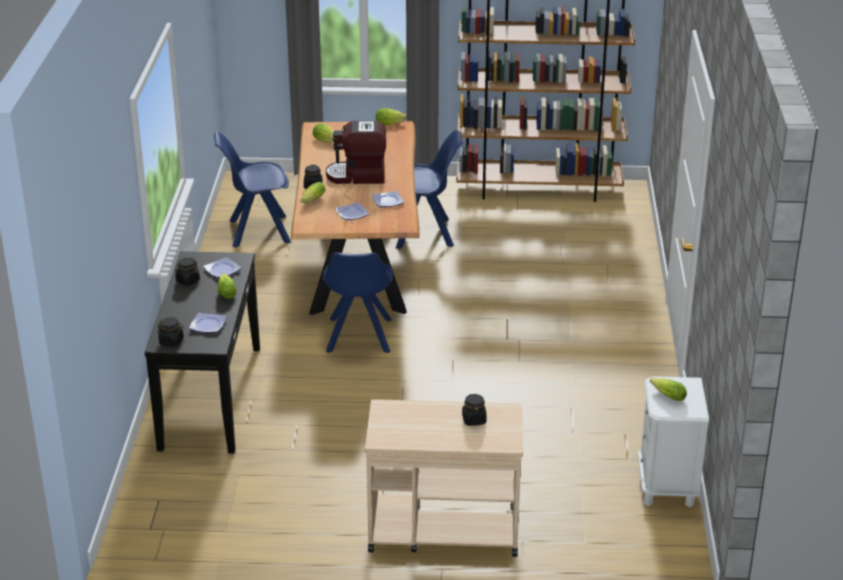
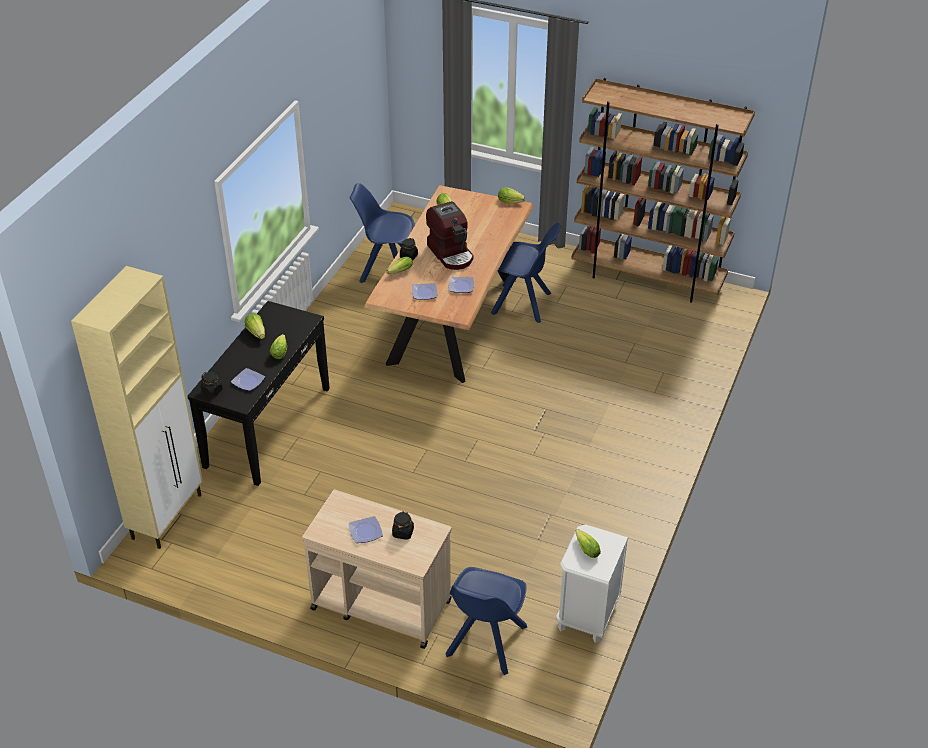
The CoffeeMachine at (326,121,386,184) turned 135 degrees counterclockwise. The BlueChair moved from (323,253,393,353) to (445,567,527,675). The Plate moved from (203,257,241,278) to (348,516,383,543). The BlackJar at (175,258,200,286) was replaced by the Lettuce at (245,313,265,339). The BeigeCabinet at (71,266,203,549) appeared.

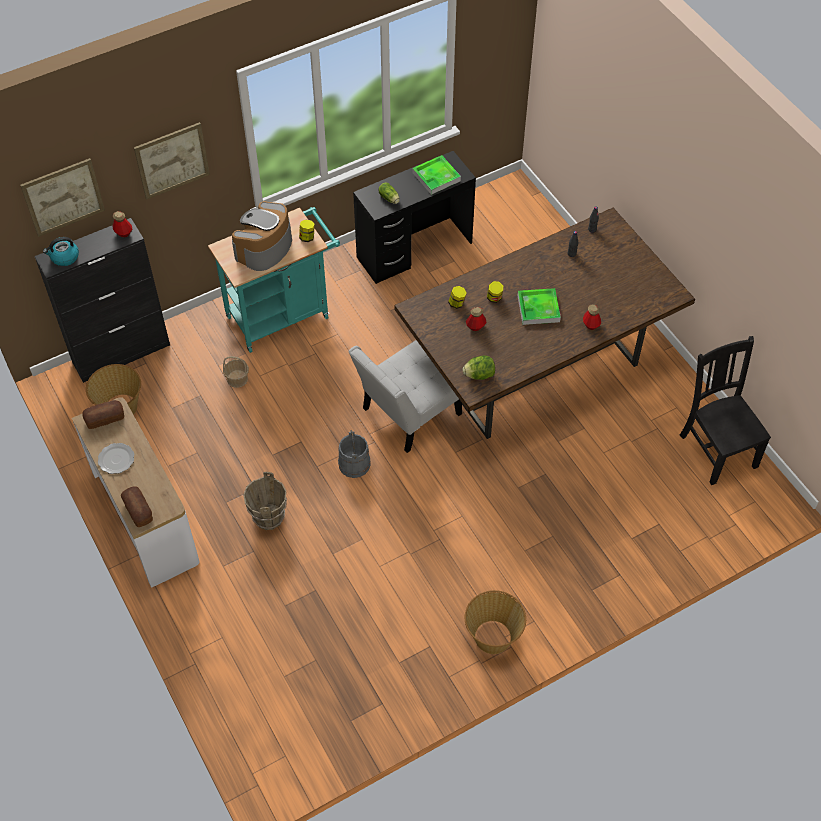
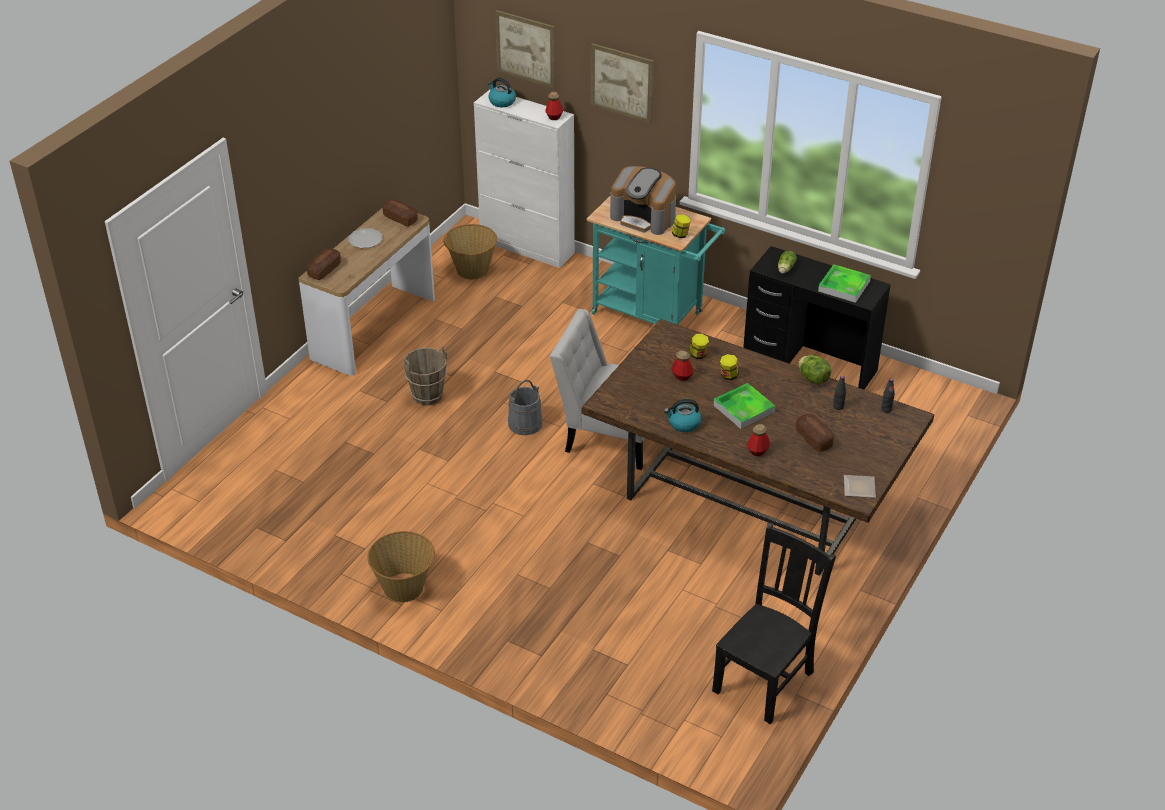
The CoffeeMachine at (232,201,292,271) turned 150 degrees counterclockwise. The BlackCabinet at (34,218,170,383) became the WhiteCabinet at (474,90,575,268). The Lettuce moved from (463,355,495,380) to (798,355,831,385). The Basket at (223,356,249,388) disappeared. The Kettle at (664,399,701,432) appeared. The Bread at (796,414,834,452) appeared. The Plate at (844,475,876,498) appeared.

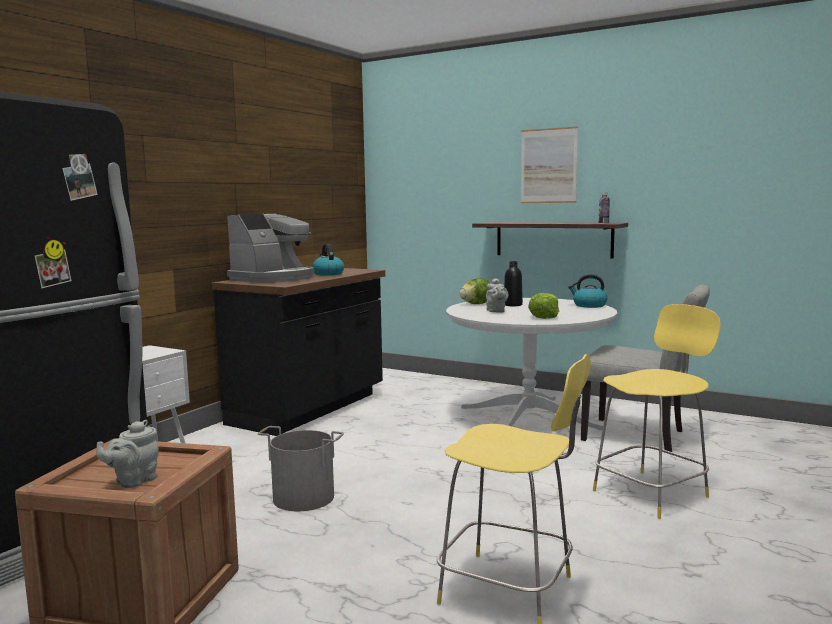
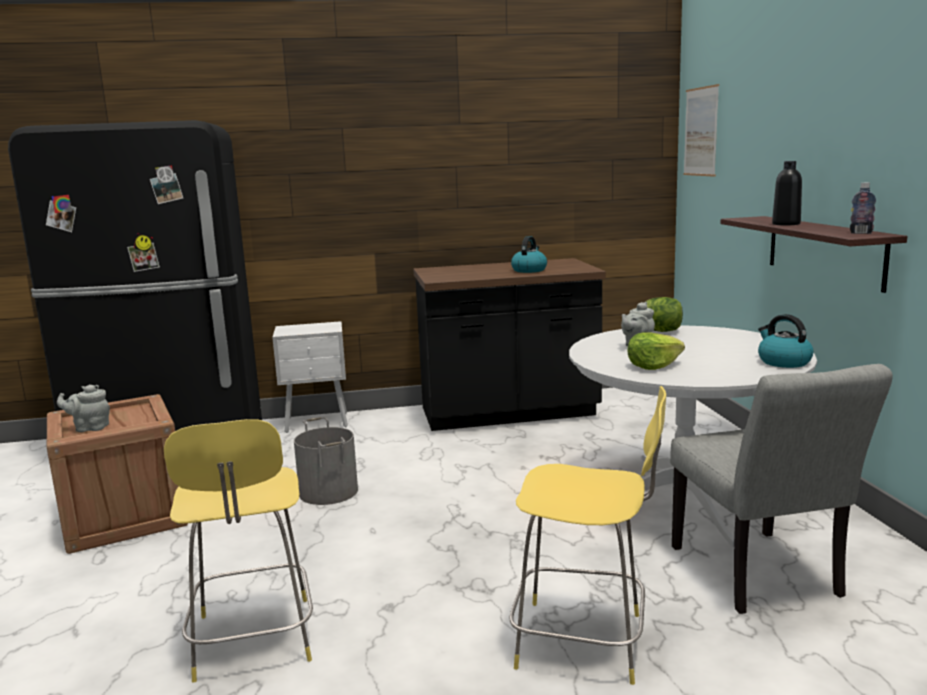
The Picture moved from (521,126,578,203) to (683,84,719,177). The CoffeeMachine at (227,214,314,282) disappeared. The BlackBottle moved from (504,261,523,306) to (772,161,802,225).

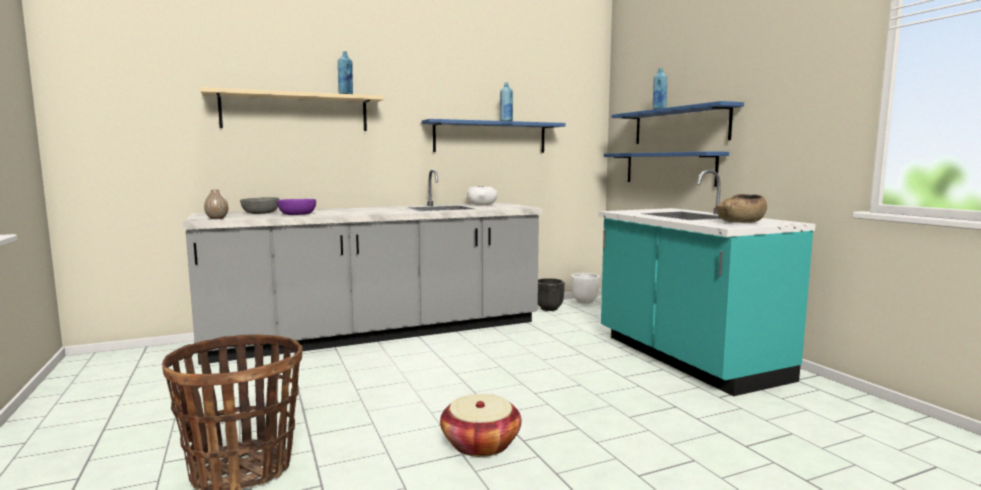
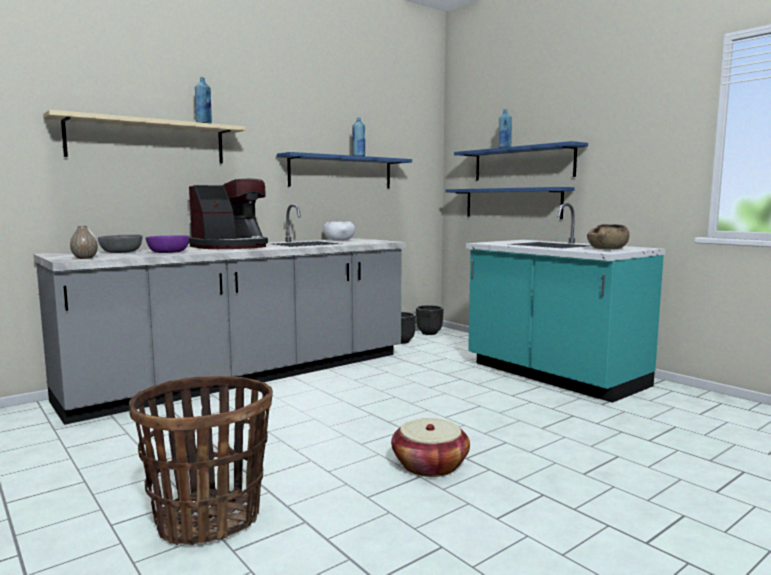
The WhitePlanter at (571,273,600,304) became the BlackPlanter at (416,305,443,335). The CoffeeMachine at (189,179,268,249) appeared.

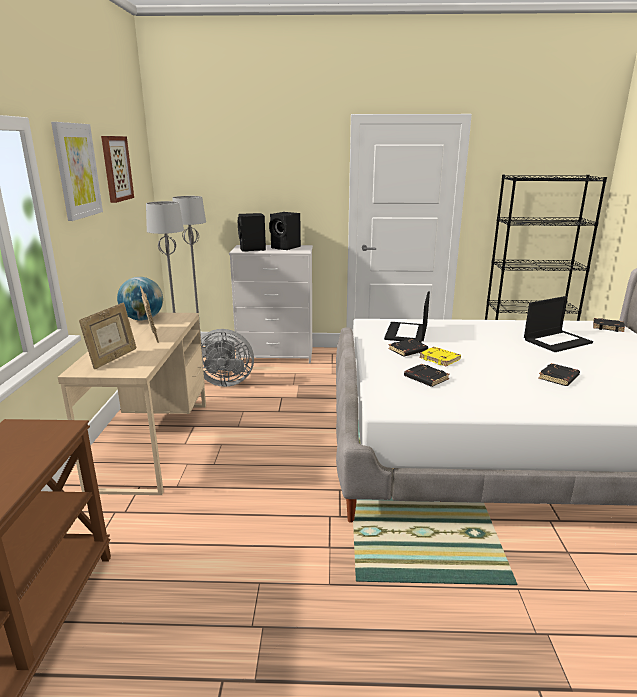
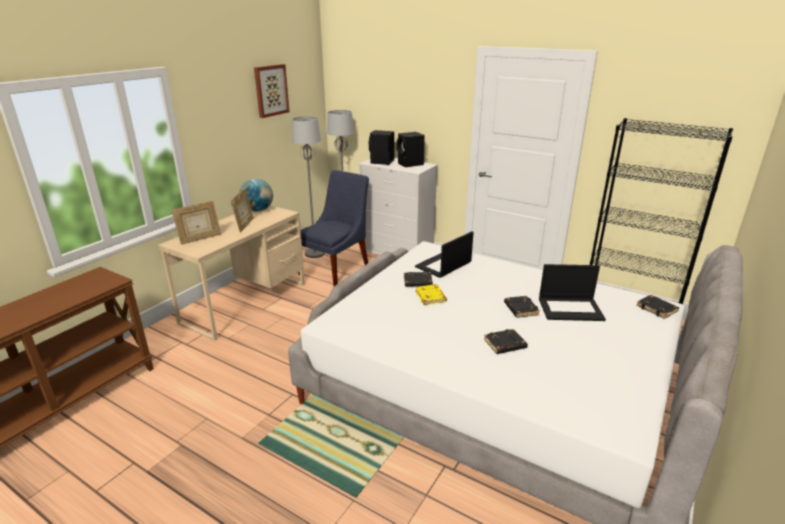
The Picture at (51,122,103,221) disappeared. The GreyFan at (201,329,254,387) was replaced by the BlueChair at (299,170,369,286). The BlackBook moved from (404,364,450,387) to (504,296,540,318).

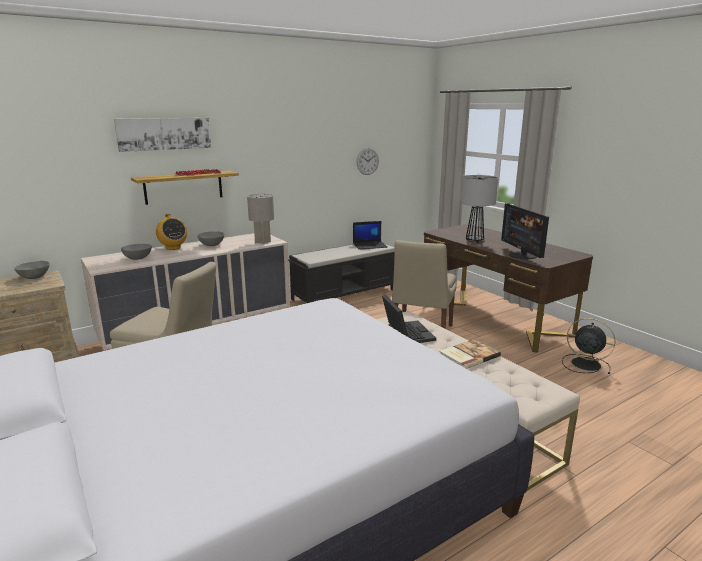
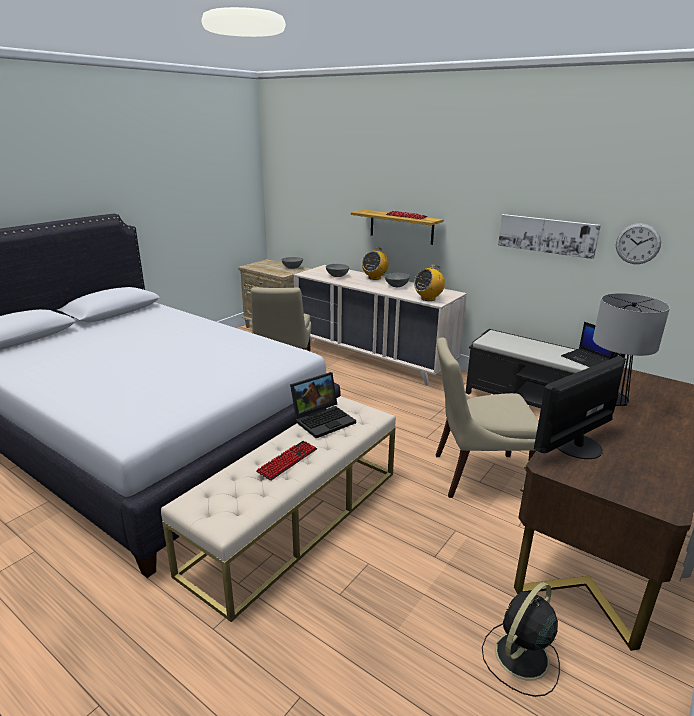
The Picture moved from (114,118,211,152) to (498,214,601,259). The GreyTableLamp at (247,194,274,244) was replaced by the Radio at (414,265,445,301). The BlackFan at (562,318,615,374) turned 150 degrees counterclockwise. The Book at (440,339,501,369) was replaced by the Keyboard at (256,441,317,481).

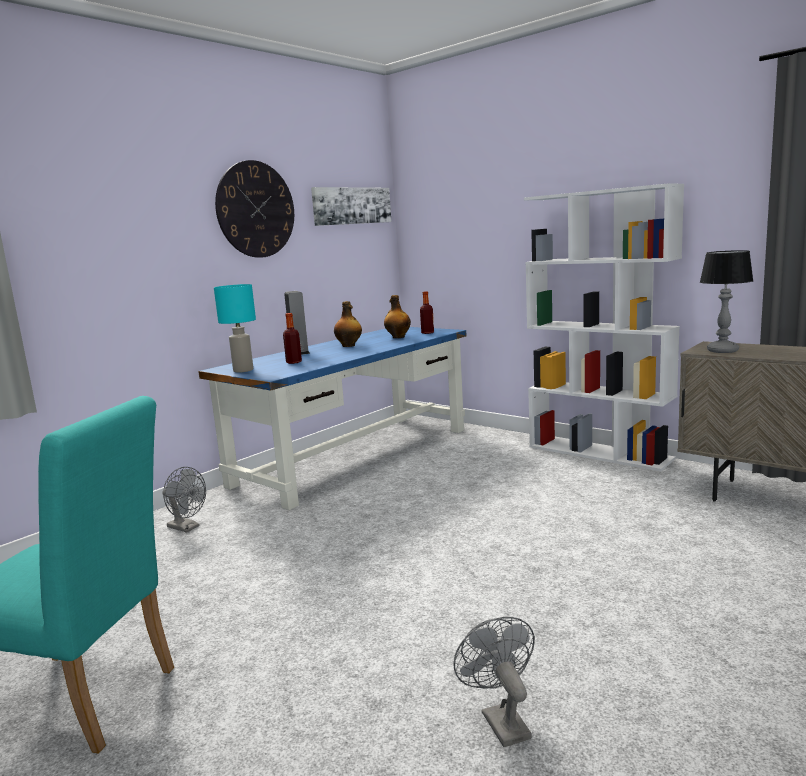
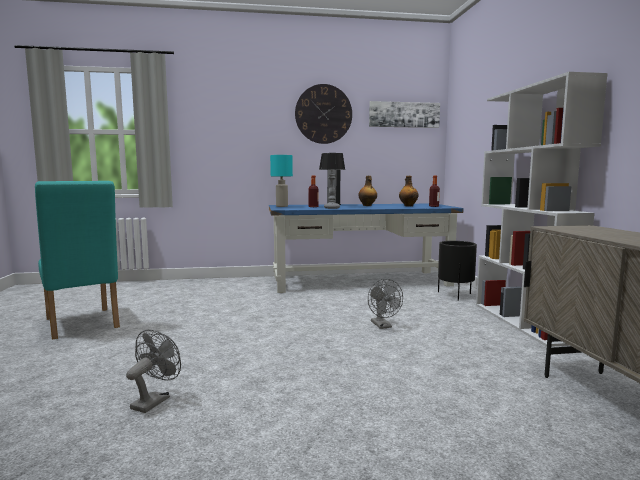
The TableLamp moved from (700,250,754,353) to (319,153,345,209). The GreyFan moved from (162,467,206,533) to (368,279,403,329). The BlackPlanter at (438,241,477,301) appeared.

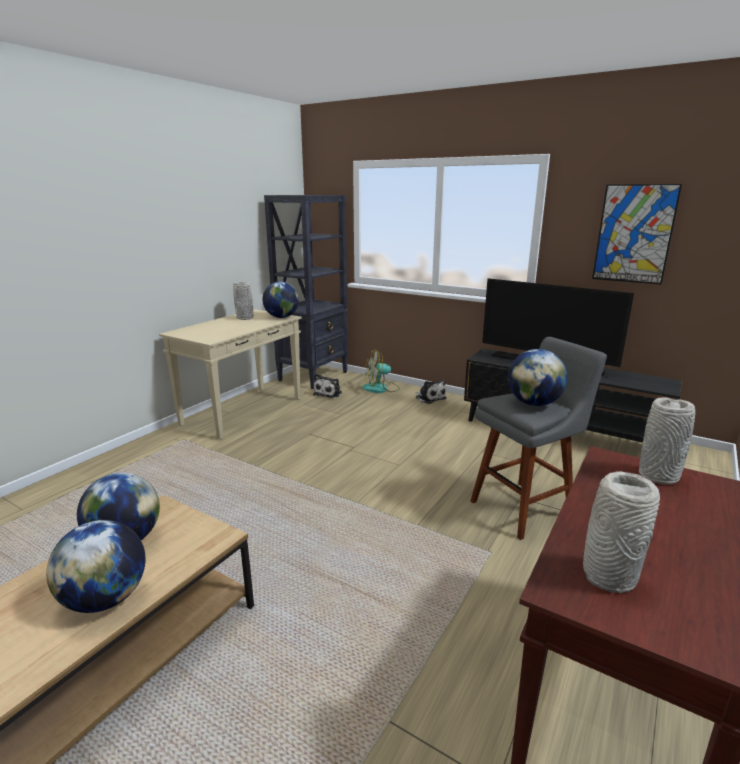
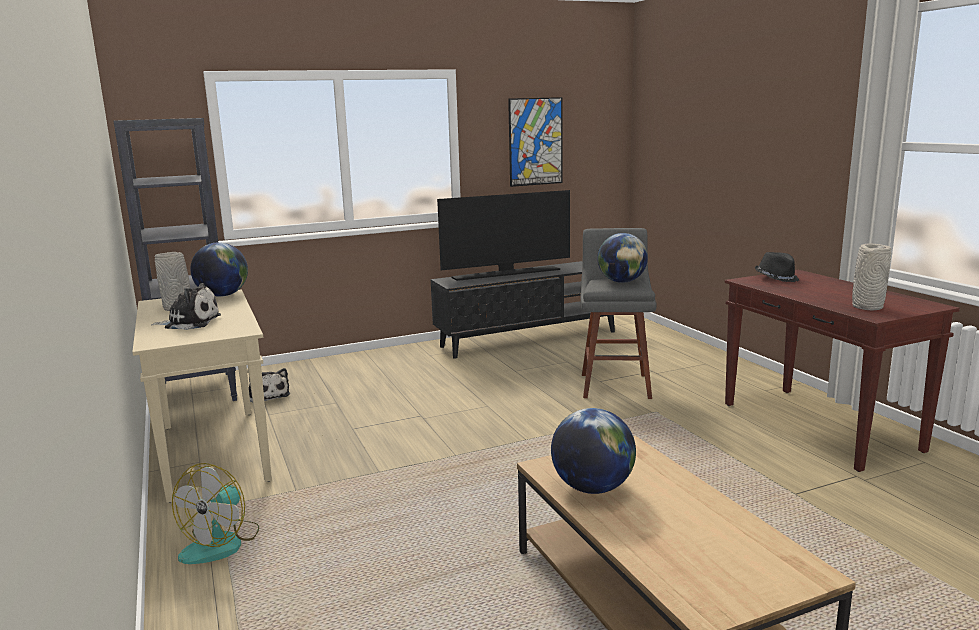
The Fan moved from (362,349,400,393) to (172,463,259,564). The PlushToy moved from (415,379,446,404) to (151,283,221,330). The GreyVase at (639,397,695,485) was replaced by the BlackHat at (755,252,799,282). The Globe at (46,520,146,613) disappeared.

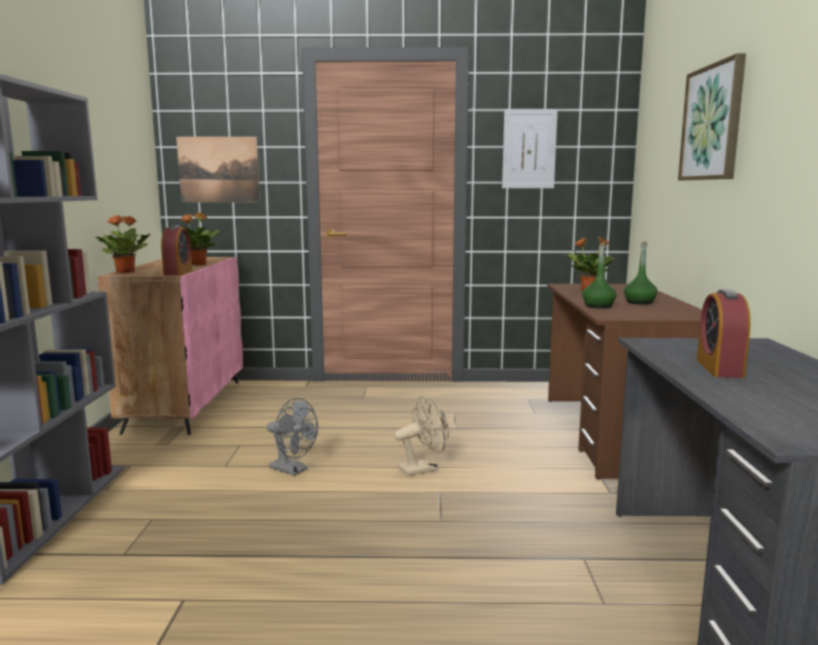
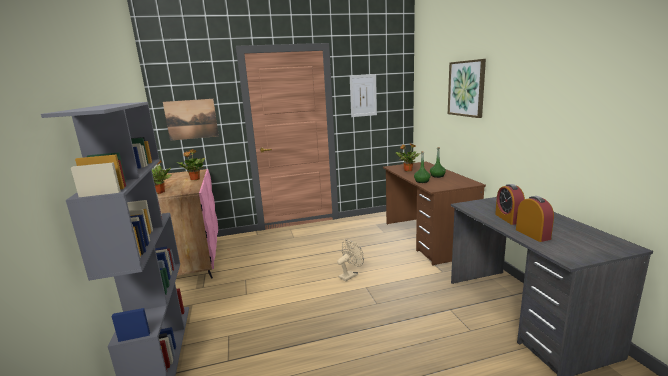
The AlarmClock moved from (161,225,192,276) to (516,196,554,242). The GreyFan at (267,398,318,476) disappeared.

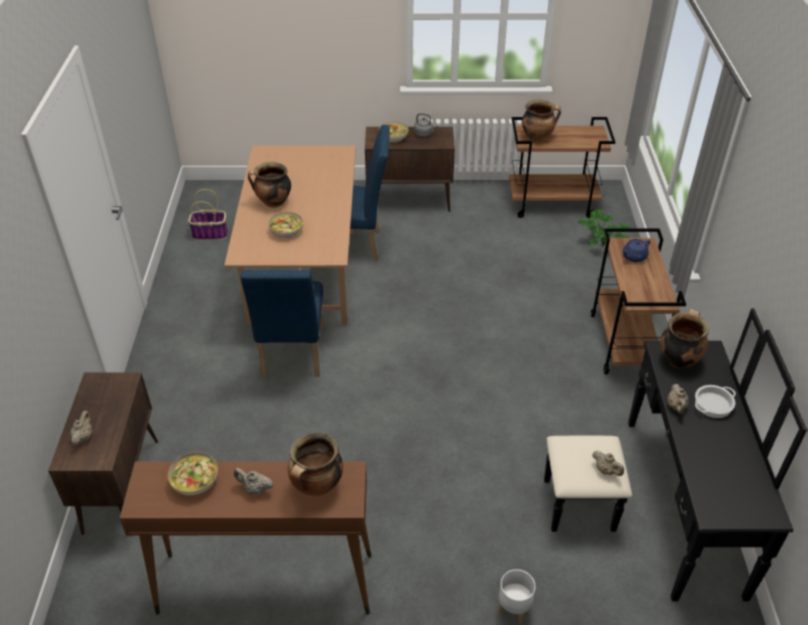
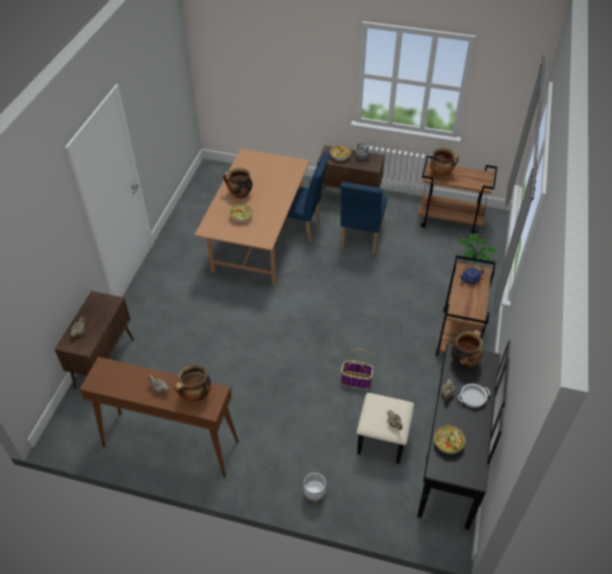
The Basket moved from (188,189,228,240) to (341,348,373,389). The BlueChair moved from (241,270,324,377) to (340,182,387,254). The Bowl moved from (168,452,218,496) to (434,425,465,454).

